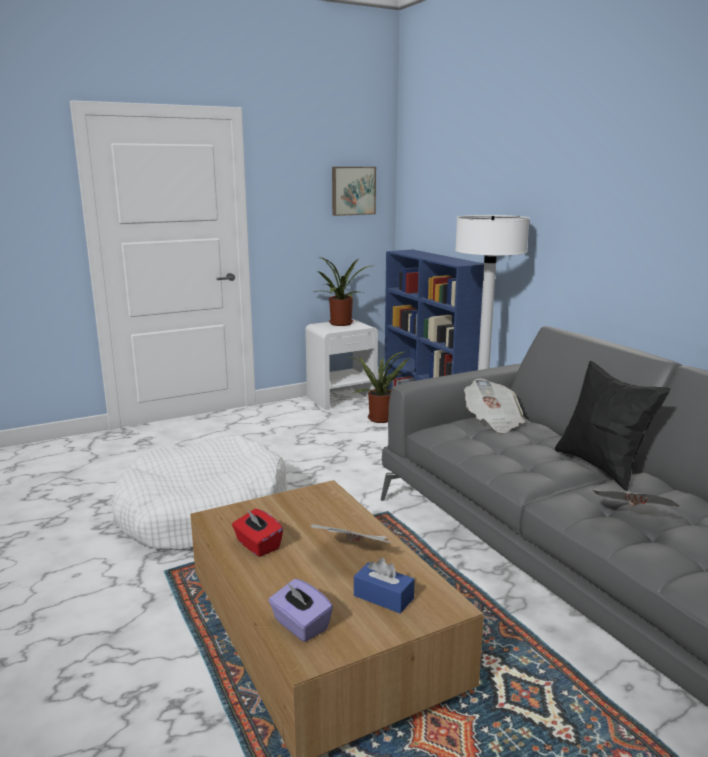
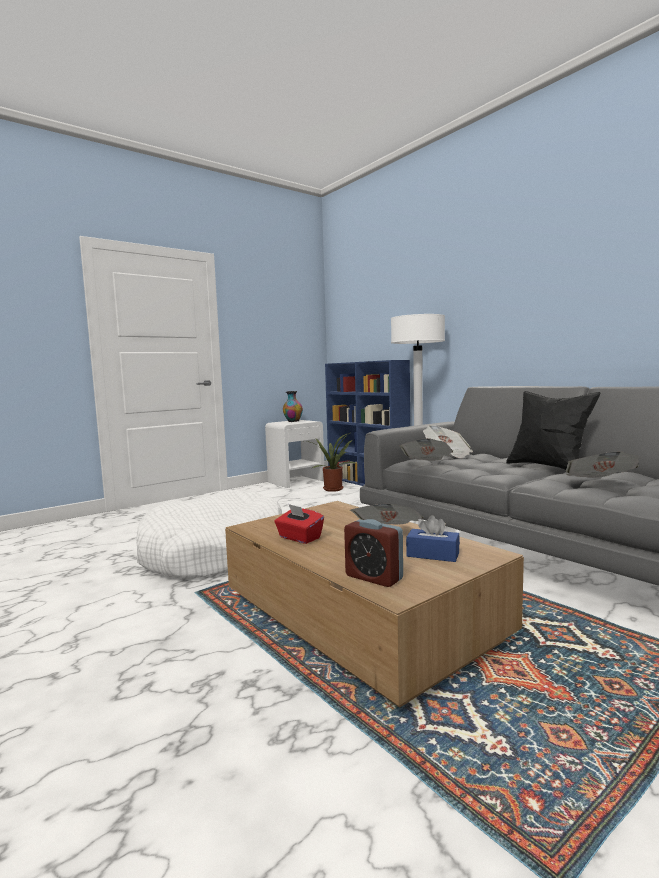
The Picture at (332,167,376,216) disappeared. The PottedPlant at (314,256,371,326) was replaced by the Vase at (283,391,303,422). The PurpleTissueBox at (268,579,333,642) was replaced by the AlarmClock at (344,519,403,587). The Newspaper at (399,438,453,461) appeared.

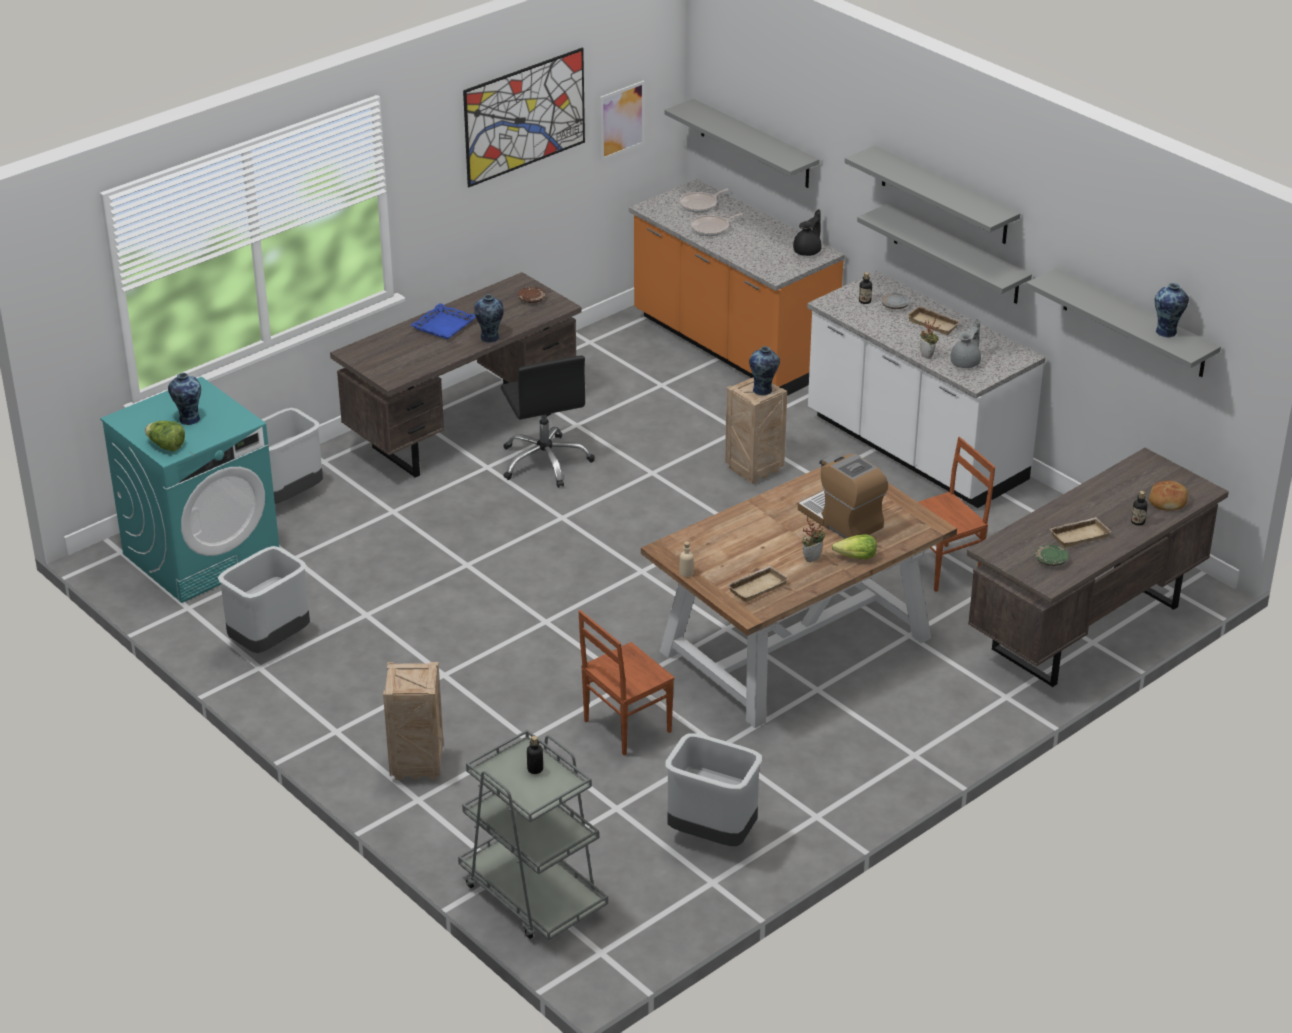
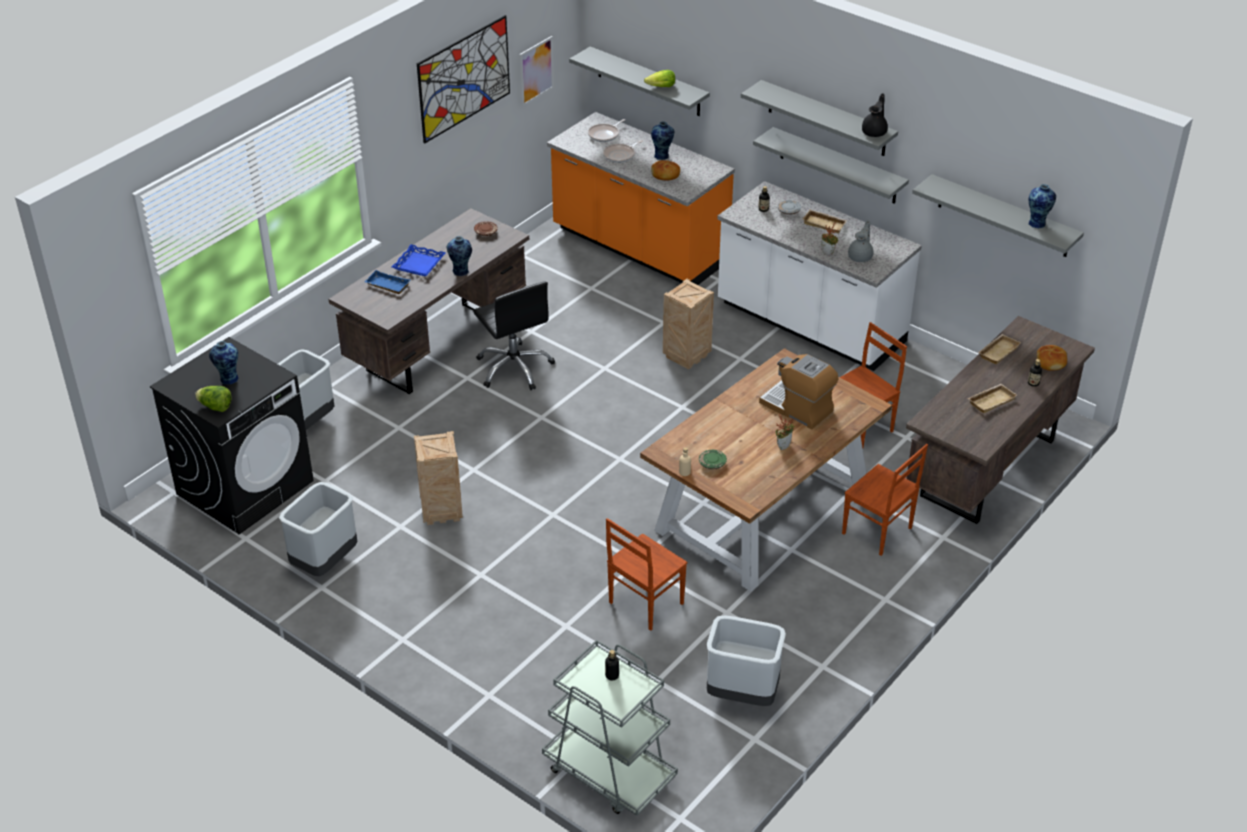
The BlackTeapot moved from (793,209,822,256) to (862,93,888,137). The Vase moved from (749,346,780,395) to (651,121,674,160). The TurquoiseWashingMachine at (100,377,279,603) became the BlackWashingMachine at (150,337,314,534). The Lettuce moved from (832,534,877,559) to (644,70,675,87). The GreenPlate moved from (1035,545,1069,566) to (699,450,727,469). The BeigeTray moved from (727,566,789,602) to (978,334,1021,364). The Crate moved from (383,662,444,780) to (414,431,463,525). The Bread at (651,160,680,180) appeared. The BlueTray at (364,270,410,294) appeared. The BrownChair at (842,444,928,556) appeared.

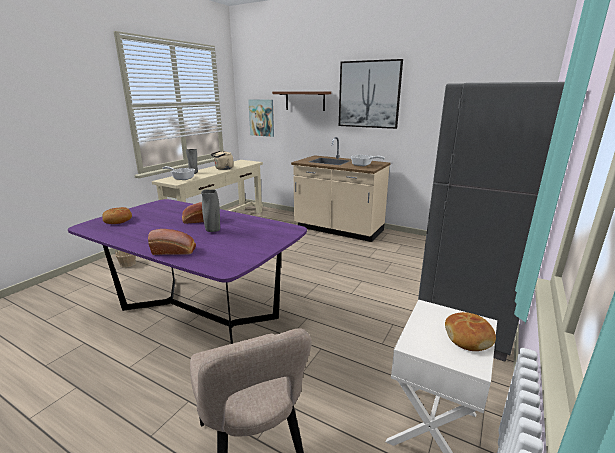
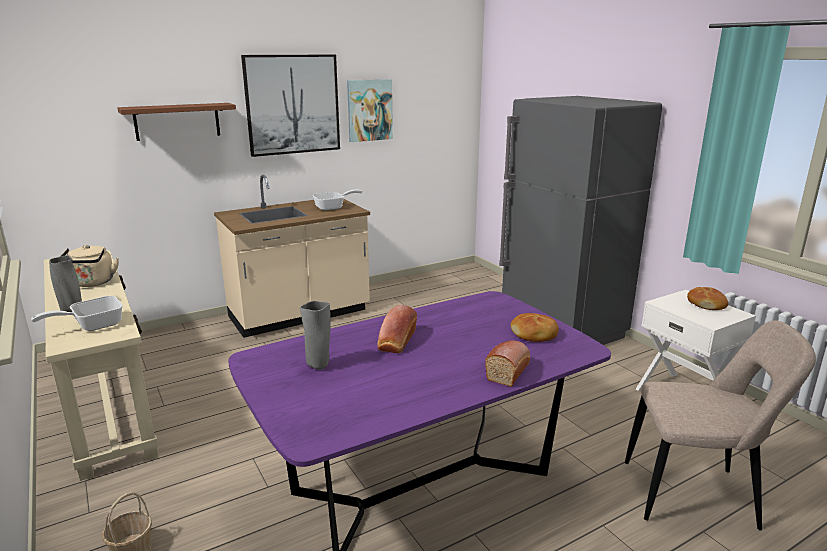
The Picture moved from (248,99,274,137) to (347,79,393,142). The GreyVase moved from (201,190,220,232) to (300,301,331,370). The Bread moved from (102,207,132,224) to (511,313,559,342).

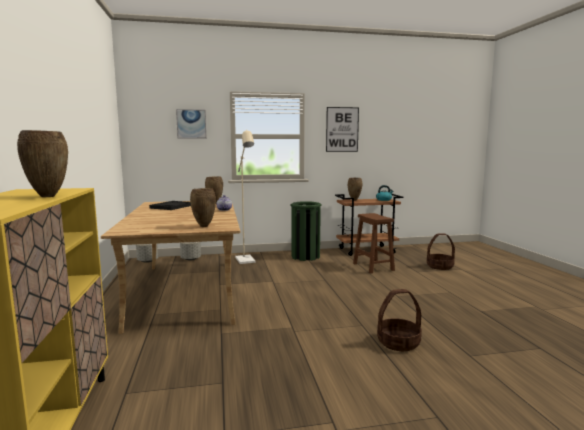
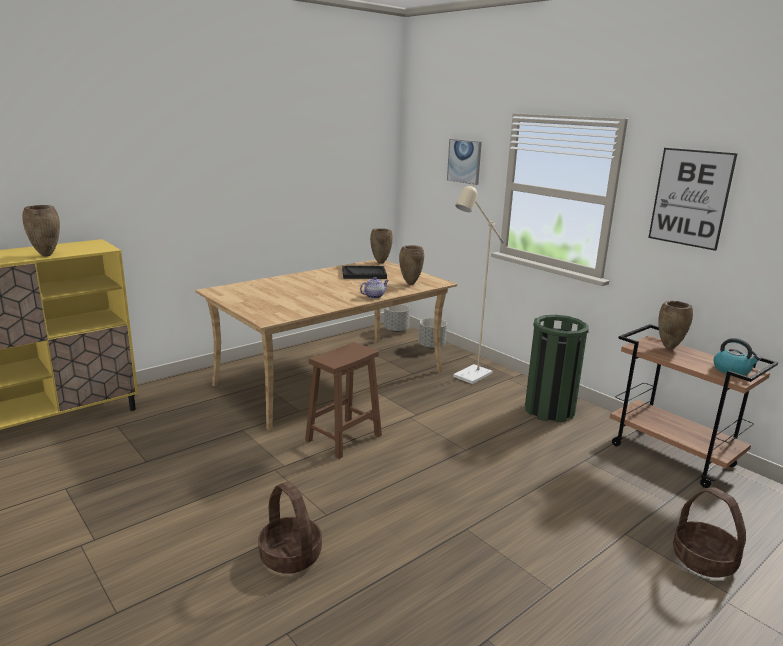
The BrownVase moved from (190,188,216,227) to (370,228,393,264). The BrownStool moved from (353,213,395,274) to (305,342,382,459).

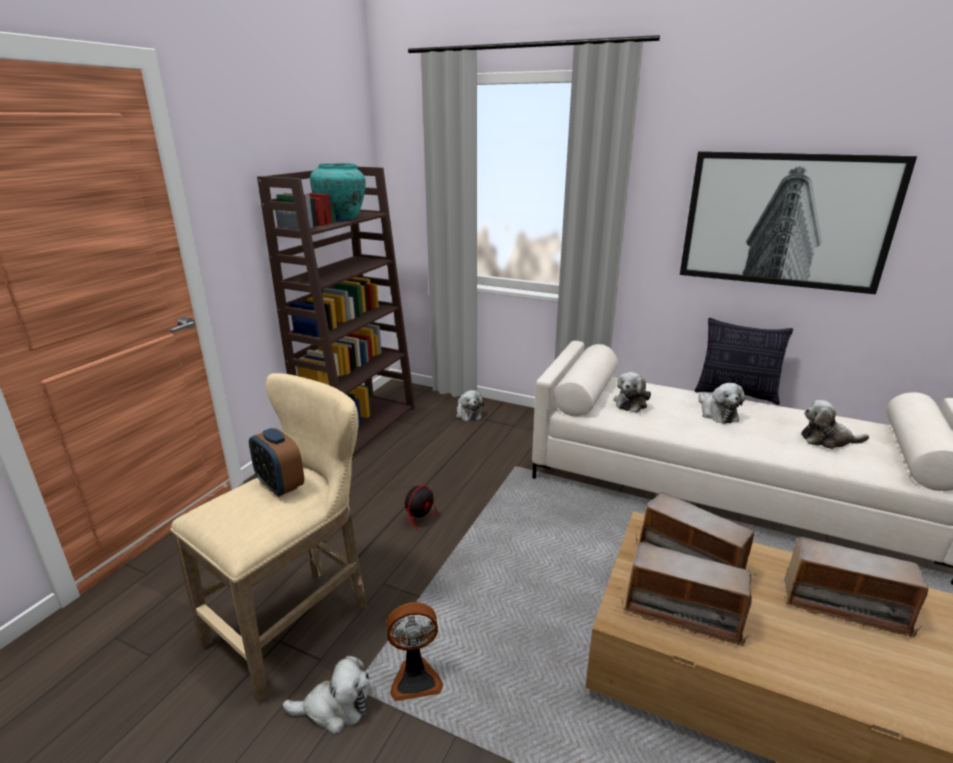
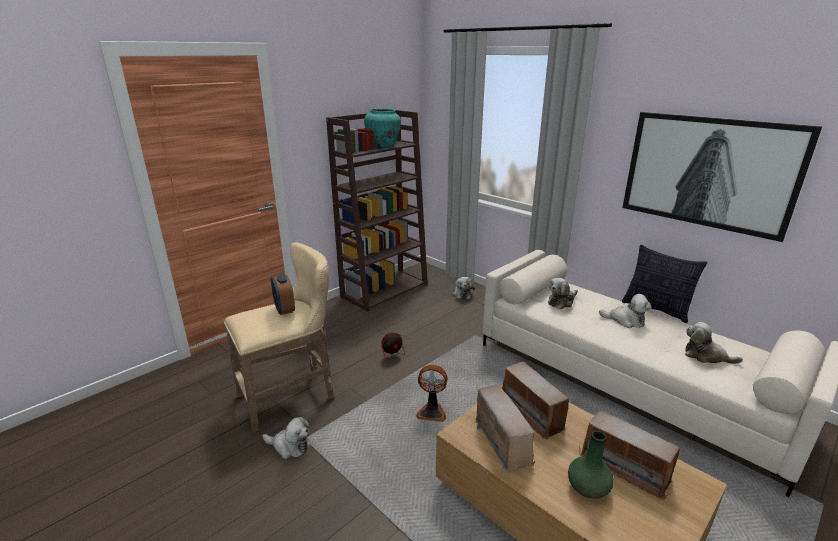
The PlushToy at (699,383,745,424) turned 75 degrees counterclockwise. The Radio at (621,542,757,646) turned 150 degrees counterclockwise. The Fan moved from (386,602,443,701) to (416,365,447,422). The GreenVase at (568,431,614,499) appeared.

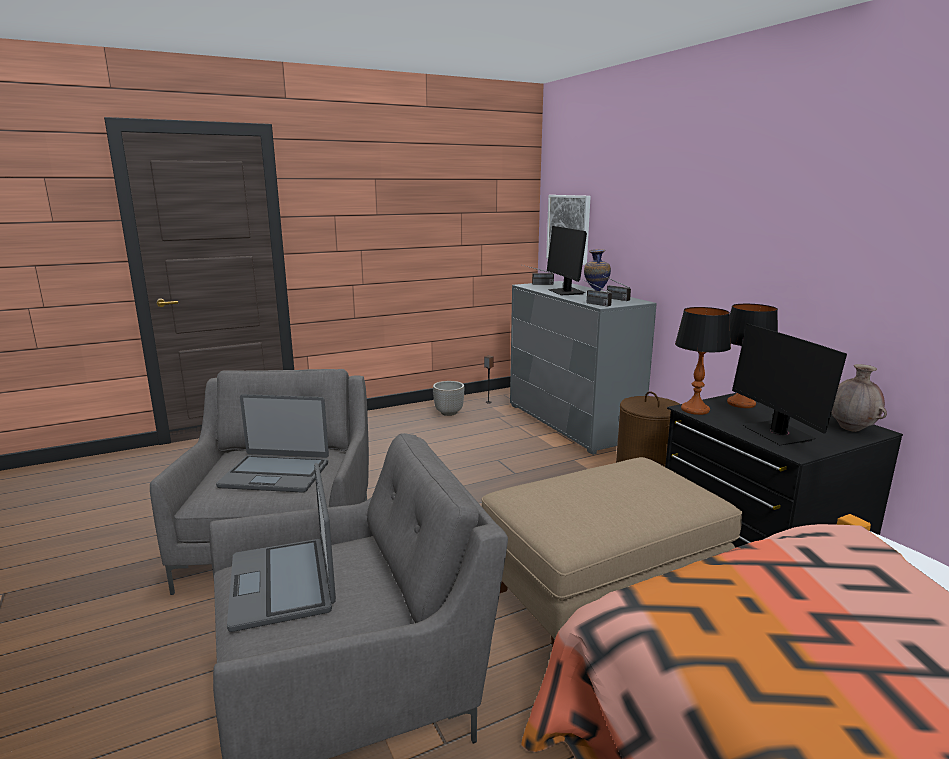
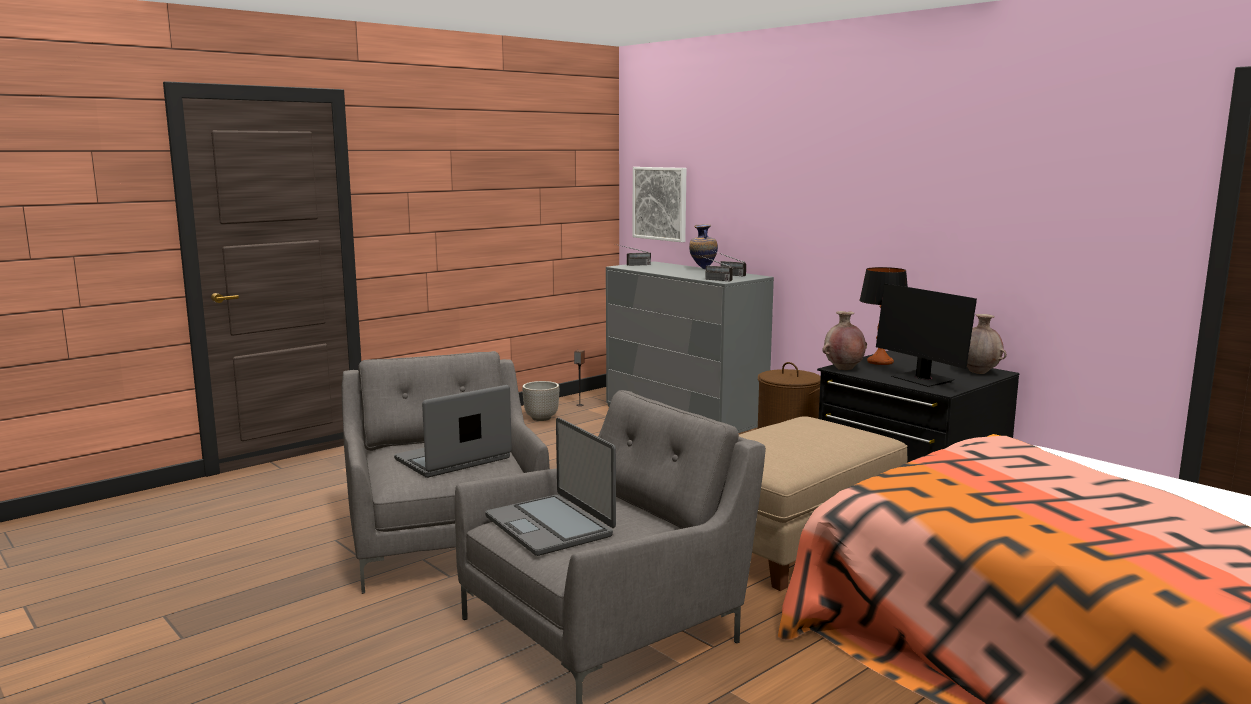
The Monitor at (547,226,587,295) disappeared. The TableLamp at (675,307,731,415) was replaced by the BrownVase at (822,311,867,370). The Laptop at (216,394,329,493) turned 150 degrees clockwise.

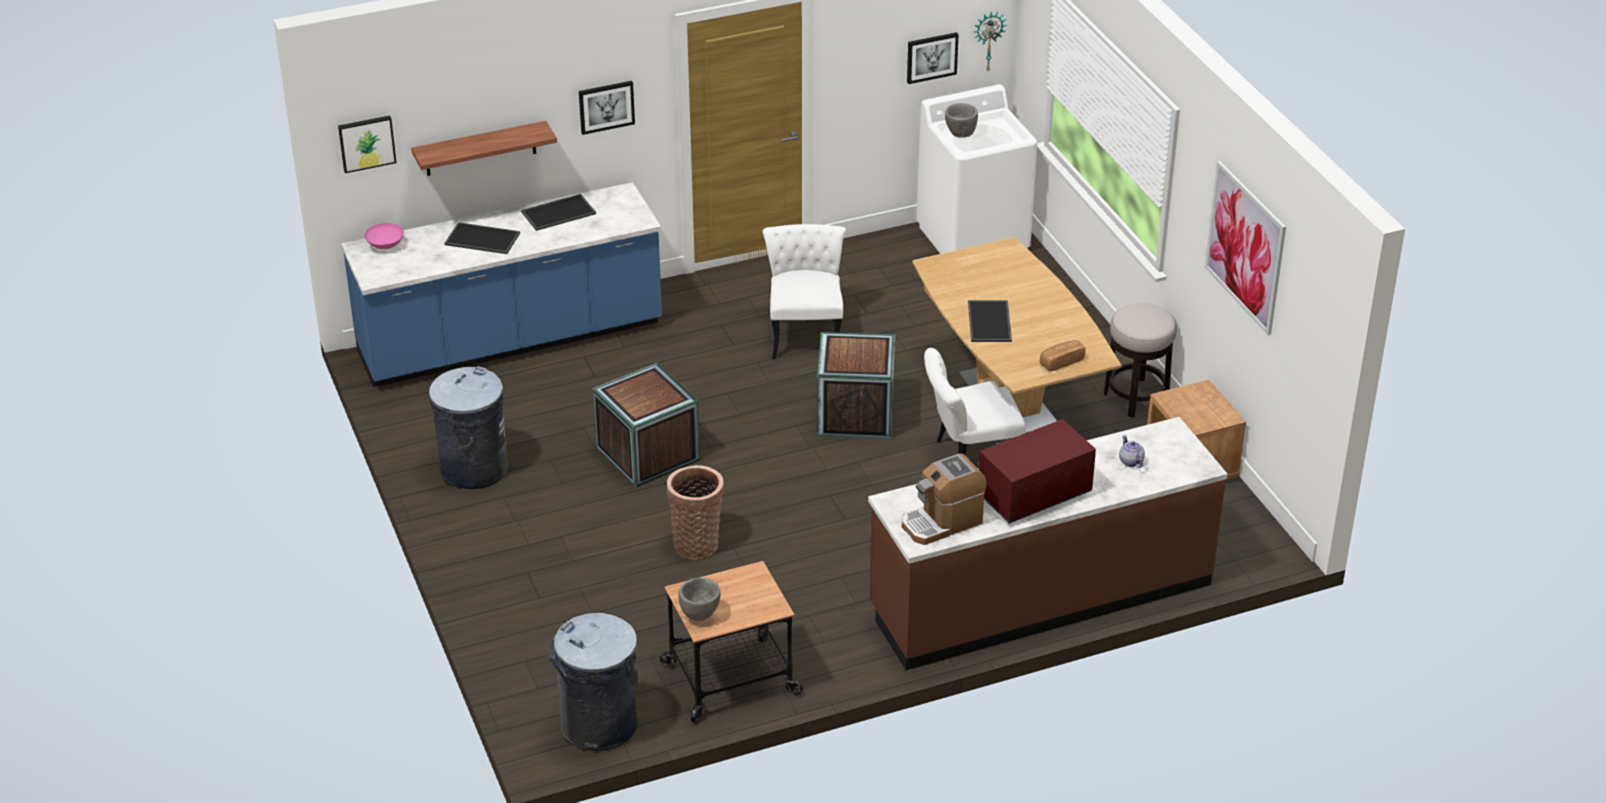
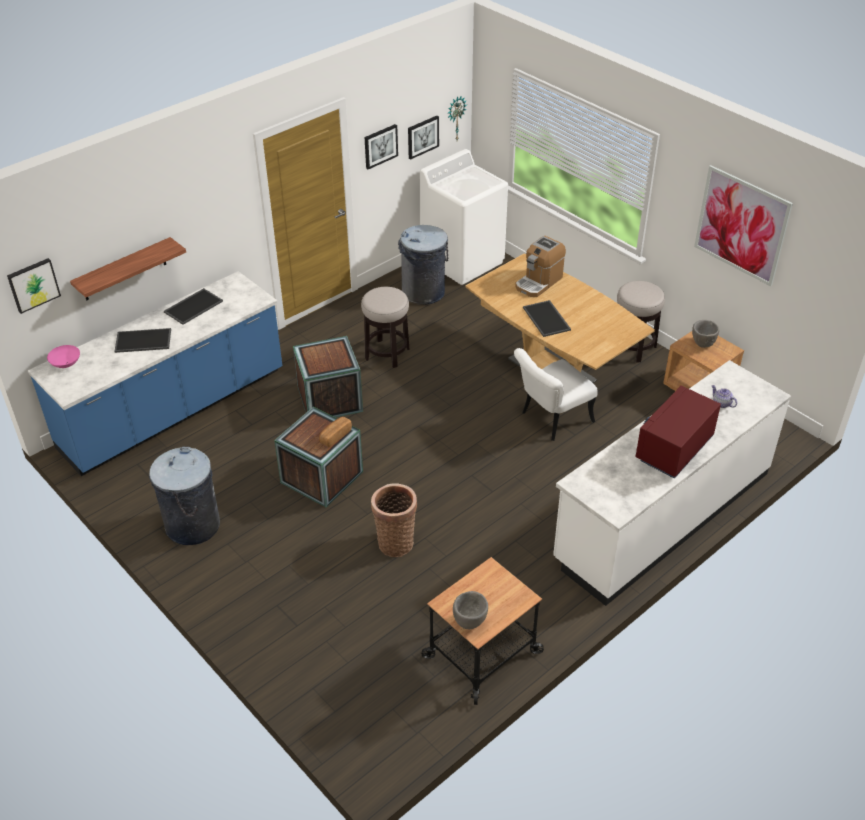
The Picture moved from (579,81,635,135) to (365,124,398,169). The GreyBowl moved from (945,103,978,138) to (692,320,719,348). The WhiteChair at (763,224,846,359) was replaced by the Stool at (361,287,409,368). The Crate moved from (817,332,895,439) to (293,336,363,417). The Bread moved from (1040,340,1085,371) to (319,417,352,447). The BrownCounter at (868,417,1228,670) became the WhiteCounter at (553,360,791,606). The CoffeeMachine moved from (902,454,987,545) to (515,236,566,297). The GreyTrashCan moved from (548,613,638,751) to (398,225,448,305).

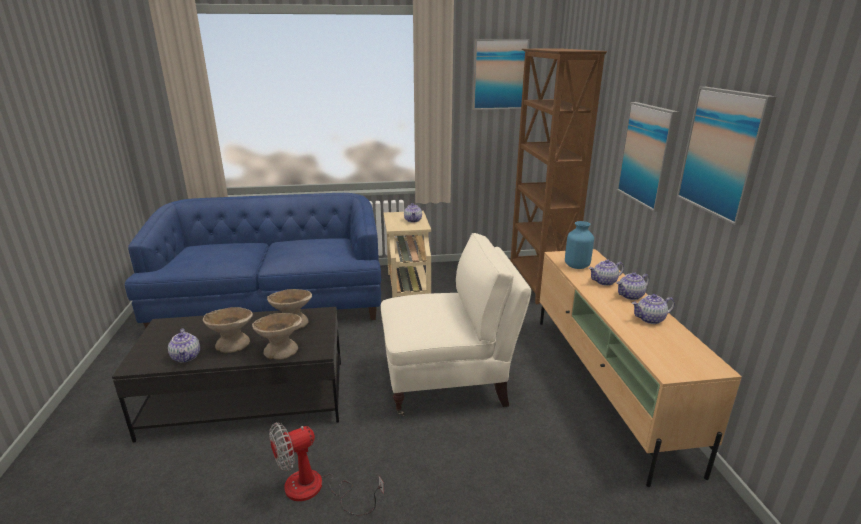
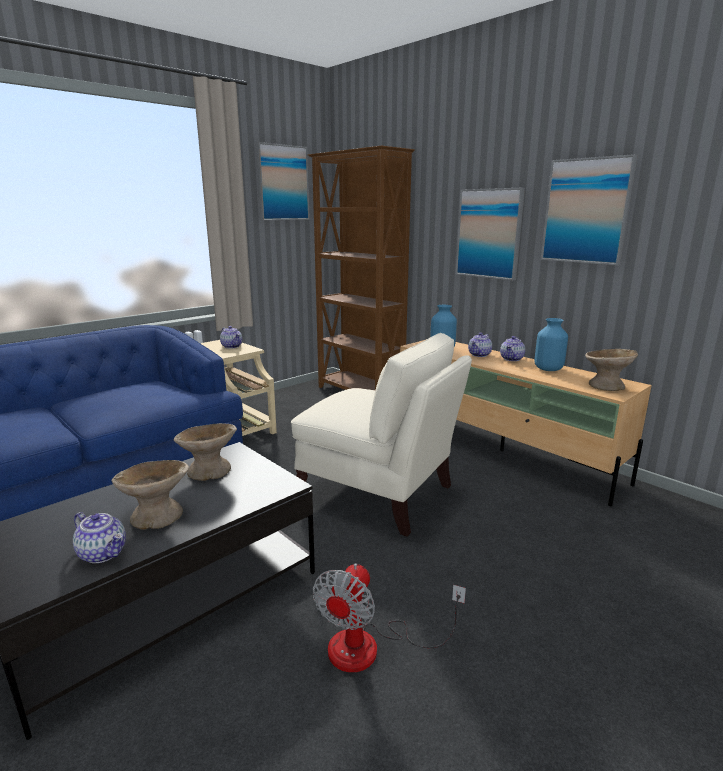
The BeigeArmchair at (381,233,531,416) turned 75 degrees clockwise. The Teapot at (632,294,675,324) was replaced by the BlueVase at (534,318,568,371). The BeigeBowl moved from (252,313,302,360) to (585,349,638,391).

